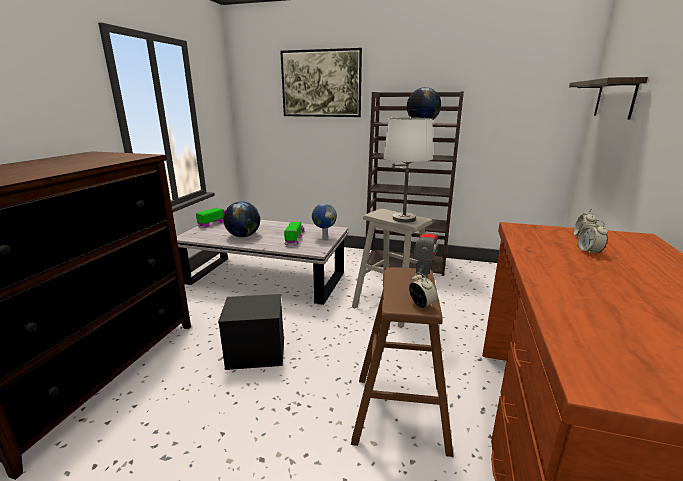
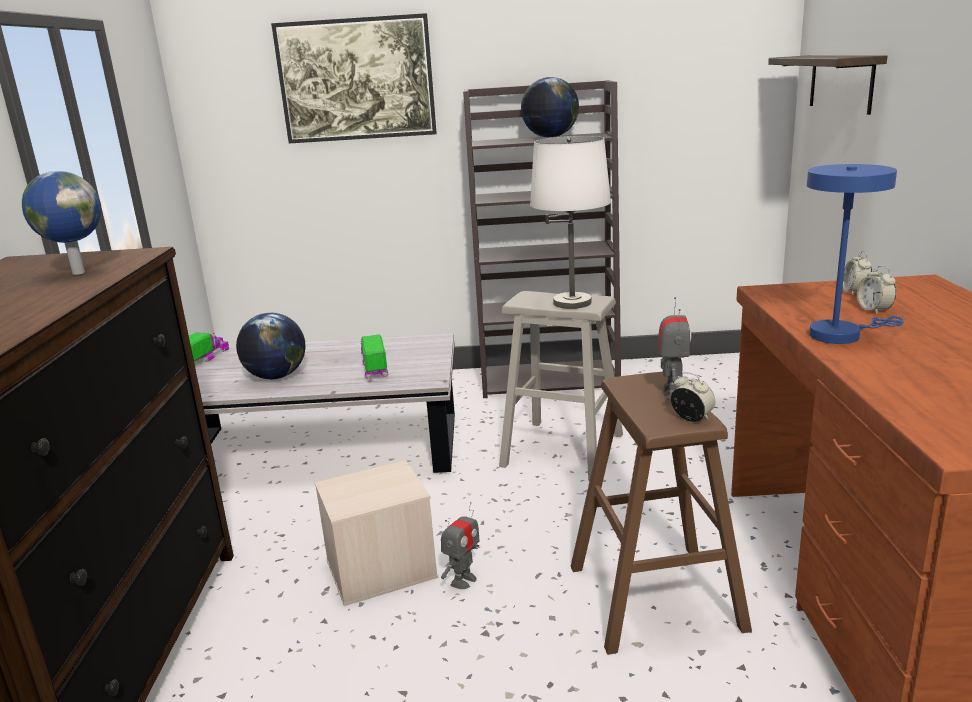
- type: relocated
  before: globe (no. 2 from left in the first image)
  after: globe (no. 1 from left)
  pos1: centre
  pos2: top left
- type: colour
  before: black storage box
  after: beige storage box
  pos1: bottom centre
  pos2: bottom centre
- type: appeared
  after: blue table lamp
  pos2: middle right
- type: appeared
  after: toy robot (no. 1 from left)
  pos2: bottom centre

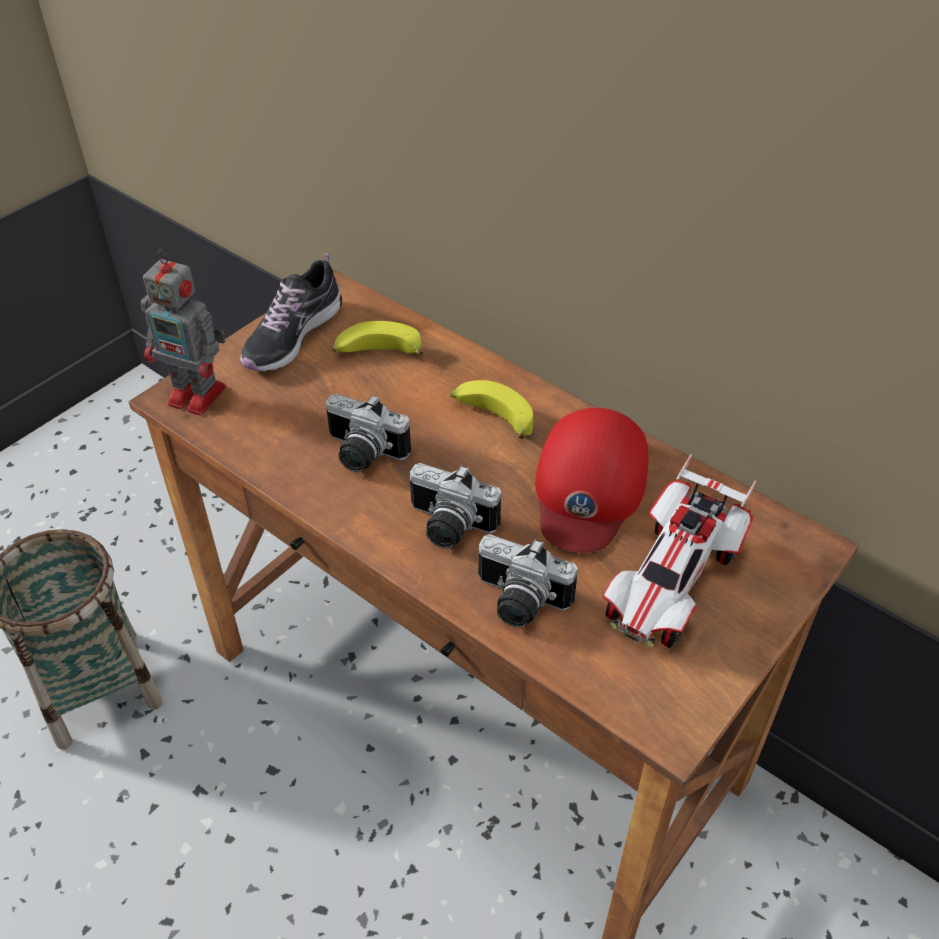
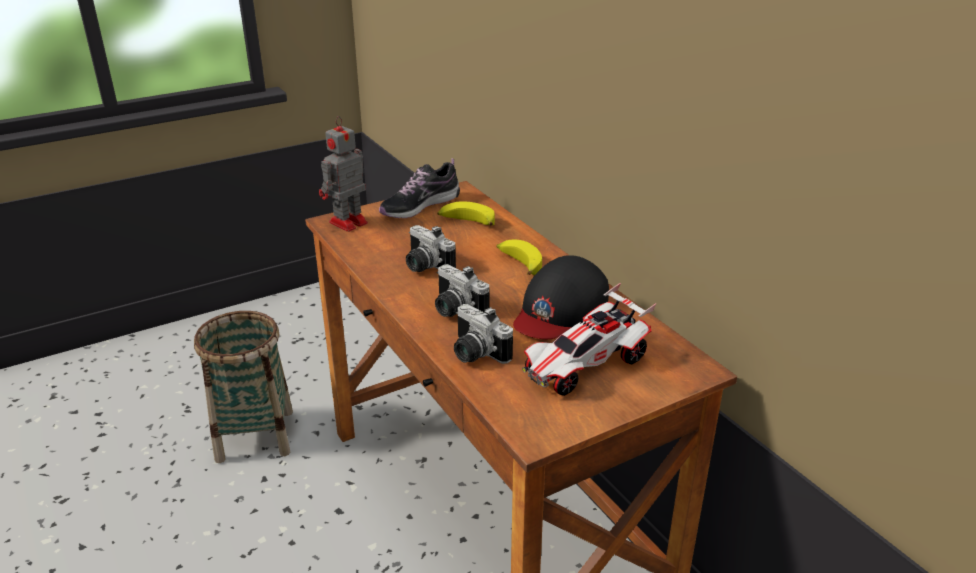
- type: spun
  before: toy robot
  pos1: middle left
  pos2: top centre
  turn: 90
- type: colour
  before: red cap
  after: black cap
  pos1: centre
  pos2: centre

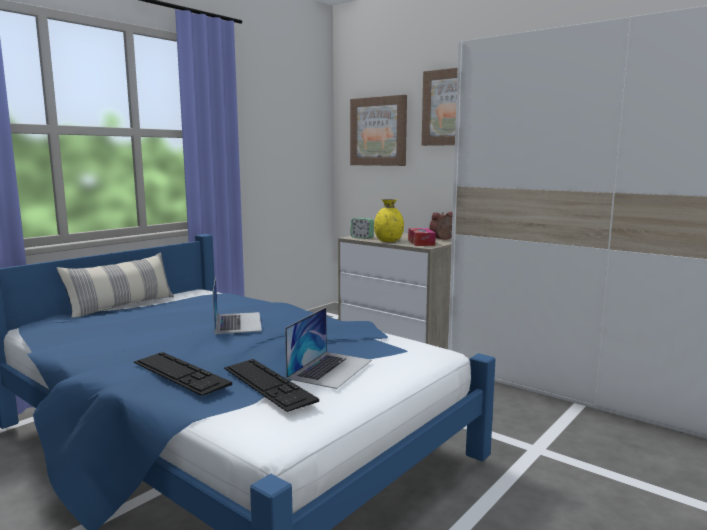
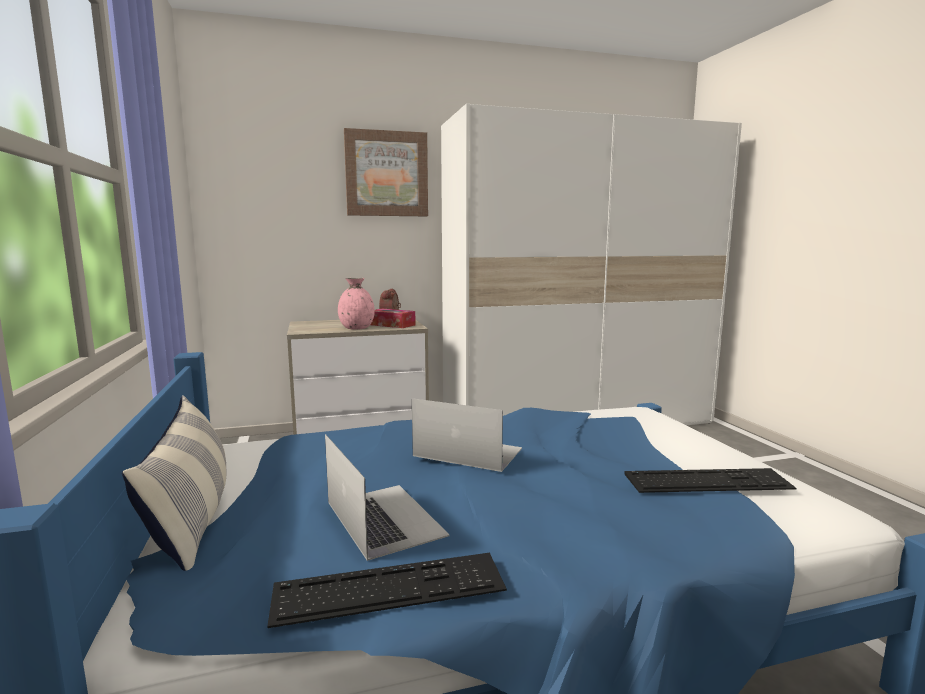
- type: missing
  before: picture (no. 1 from left)
  pos1: top centre
- type: colour
  before: yellow vase
  after: pink vase
  pos1: centre
  pos2: centre
- type: missing
  before: alarm clock (no. 1 from left)
  pos1: centre
- type: relocated
  before: laptop (no. 2 from left in the first image)
  after: laptop (no. 1 from left)
  pos1: centre
  pos2: bottom centre
- type: relocated
  before: keyboard (no. 1 from left)
  pos1: bottom left
  pos2: bottom centre

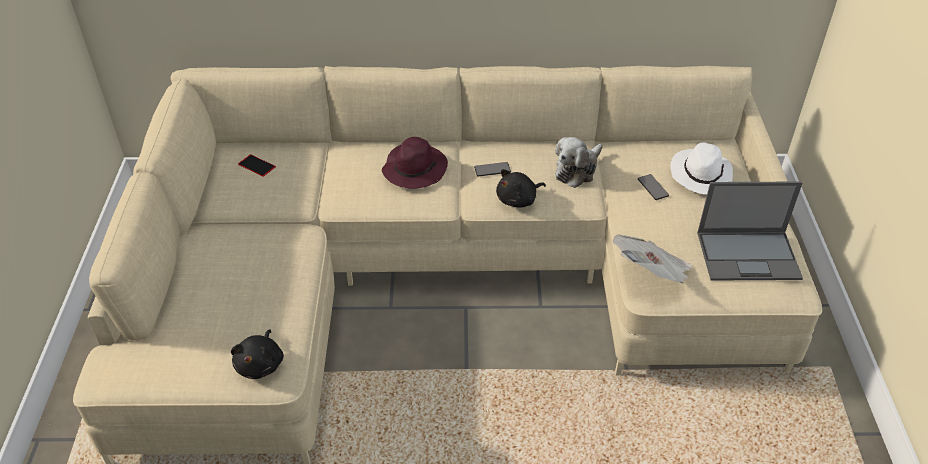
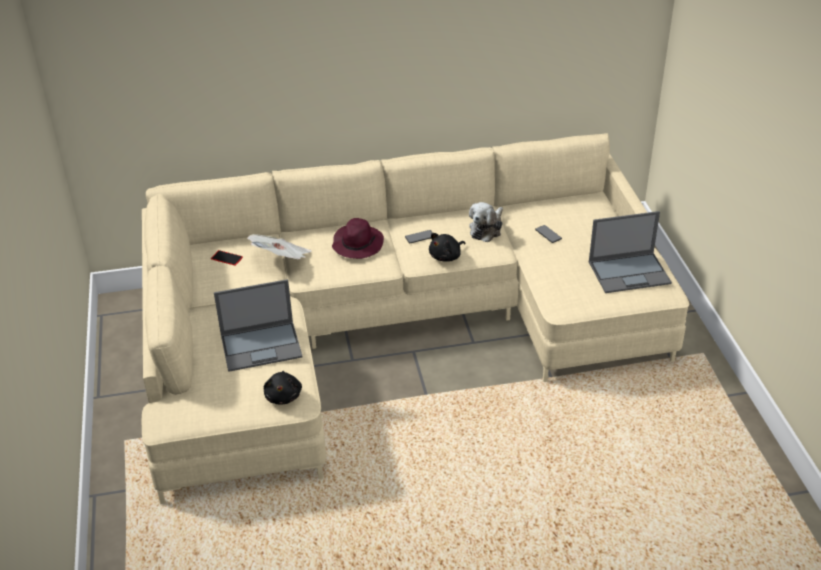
- type: missing
  before: white hat
  pos1: middle right
- type: relocated
  before: newspaper
  pos1: middle right
  pos2: centre
- type: appeared
  after: laptop (no. 1 from left)
  pos2: middle left

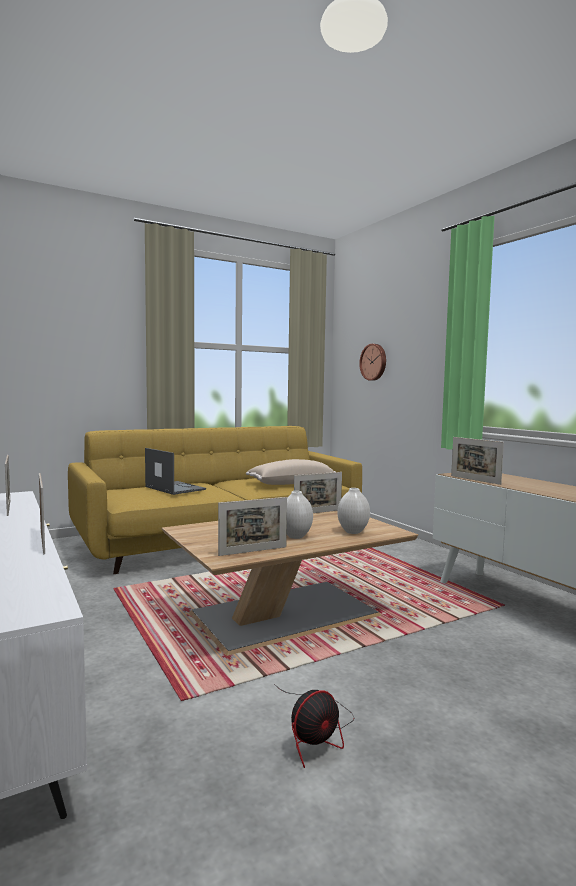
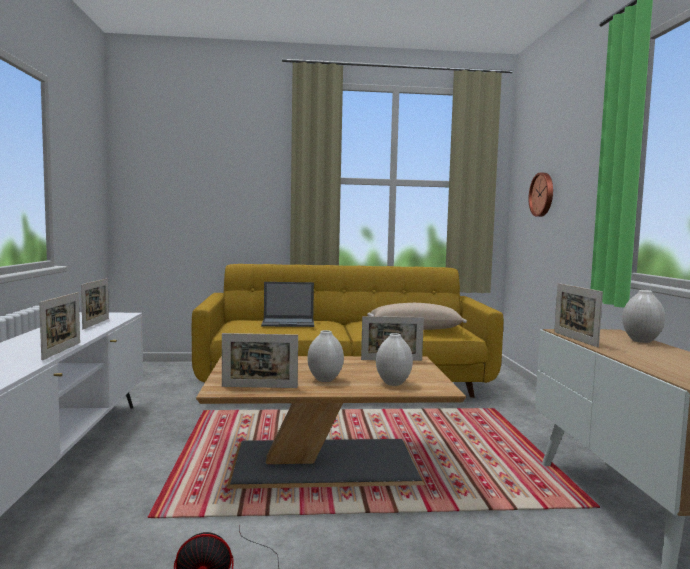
- type: spun
  before: laptop
  pos1: middle left
  pos2: centre
  turn: 105
- type: appeared
  after: white vase (no. 3 from left)
  pos2: middle right

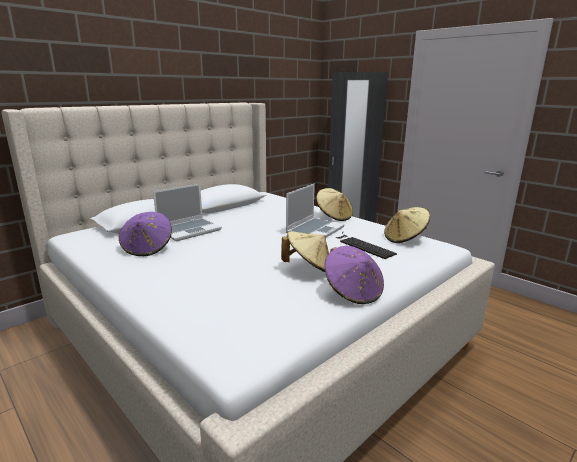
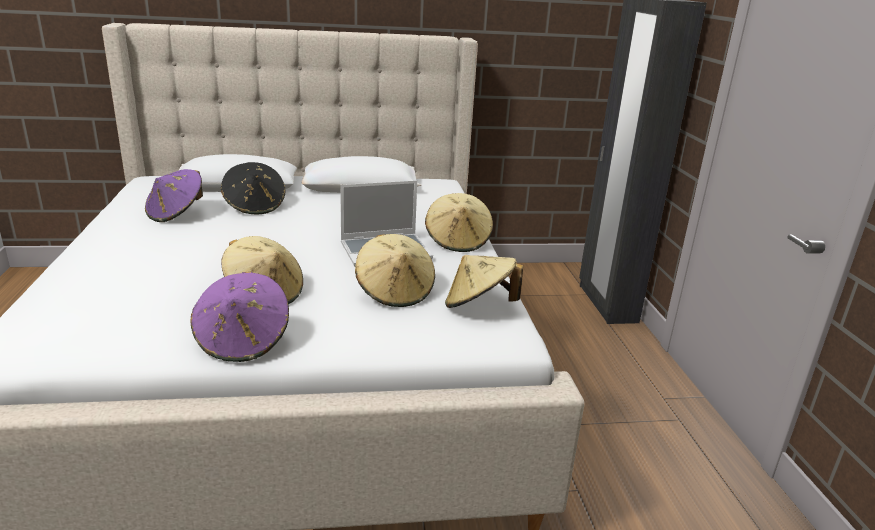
- type: exchanged
  before: laptop (no. 1 from left)
  after: black hat
  pos1: middle left
  pos2: middle left
- type: exchanged
  before: keyboard
  after: beige hat (no. 2 from left)
  pos1: centre
  pos2: centre

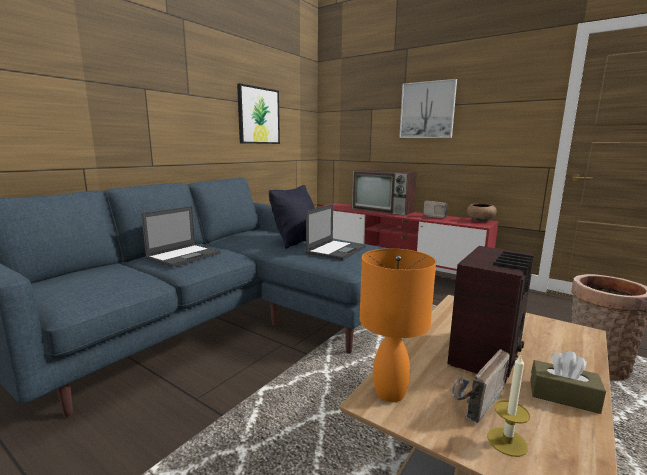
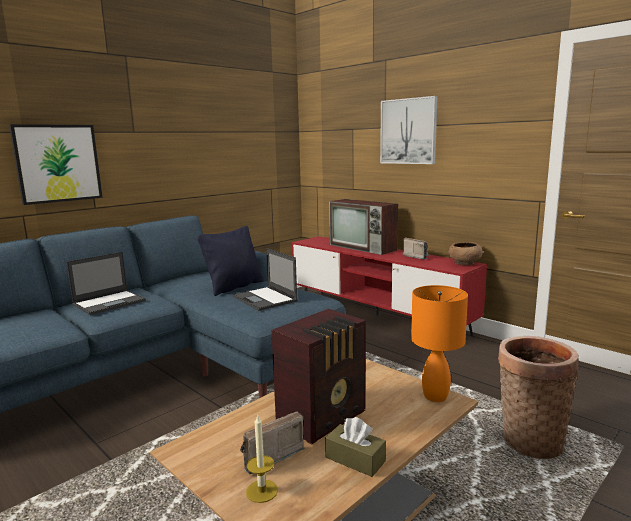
- type: relocated
  before: picture (no. 1 from left)
  pos1: top centre
  pos2: top left
- type: spun
  before: laptop (no. 2 from left)
  pos1: centre
  pos2: centre
  turn: 105
- type: relocated
  before: orange table lamp
  pos1: bottom centre
  pos2: middle right

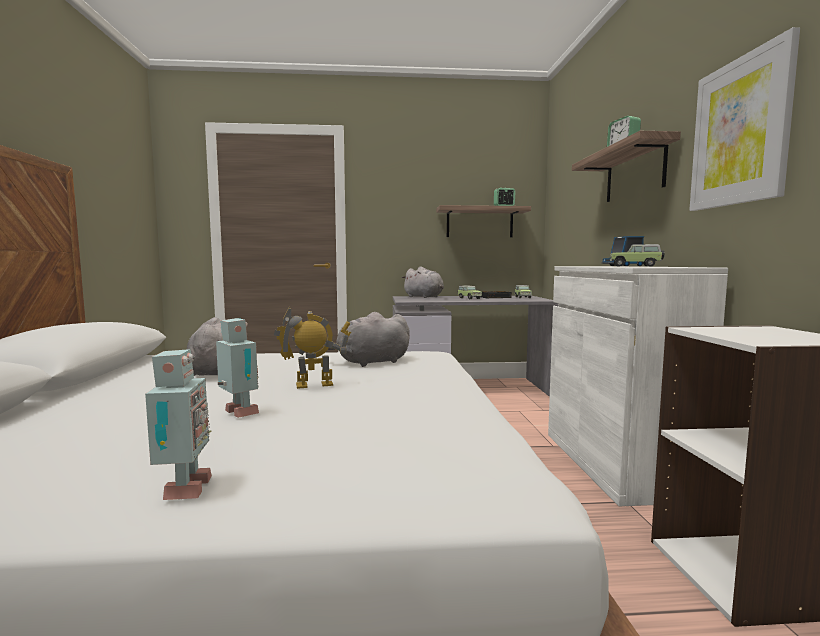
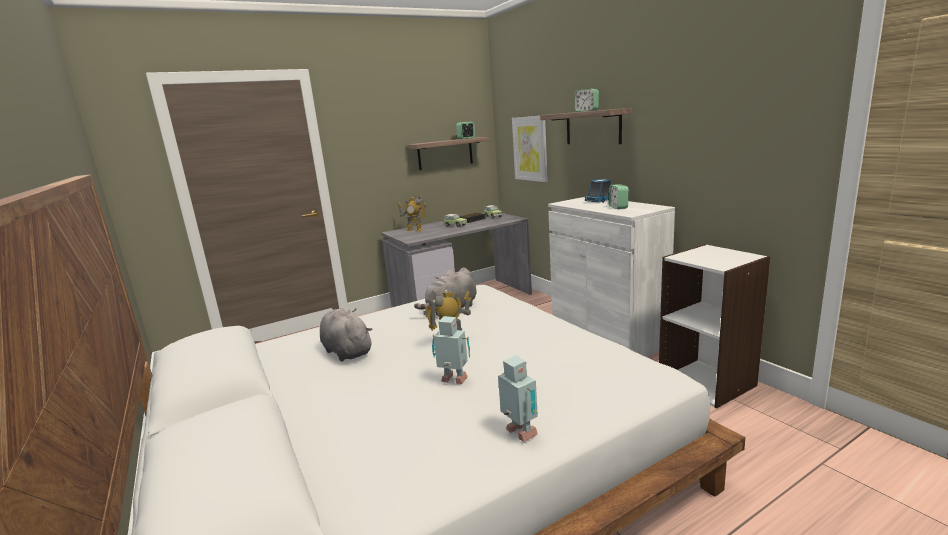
- type: relocated
  before: picture
  pos1: top right
  pos2: top centre
- type: exchanged
  before: toy car (no. 3 from left)
  after: alarm clock (no. 4 from left)
  pos1: middle right
  pos2: centre
- type: exchanged
  before: grey plush toy (no. 3 from left)
  after: toy robot (no. 1 from left)
  pos1: centre
  pos2: centre

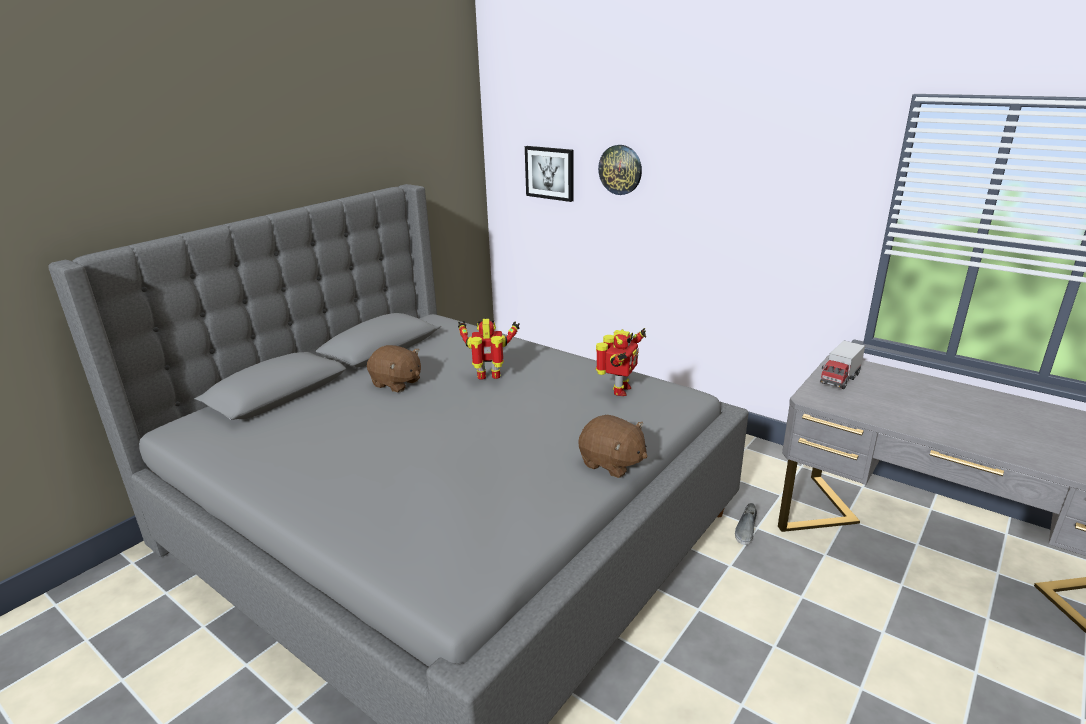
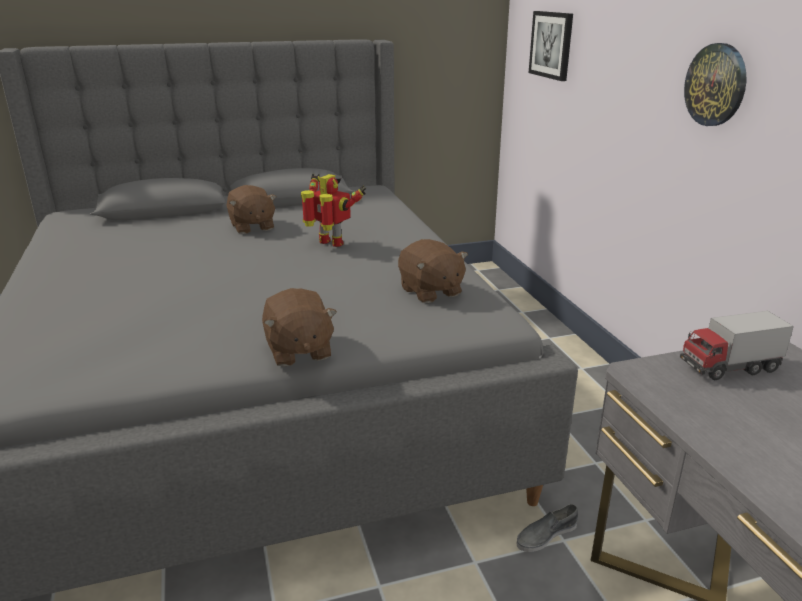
- type: relocated
  before: wall clock
  pos1: top centre
  pos2: top right
- type: exchanged
  before: toy robot (no. 2 from left)
  after: brown plush toy (no. 3 from left)
  pos1: centre
  pos2: centre

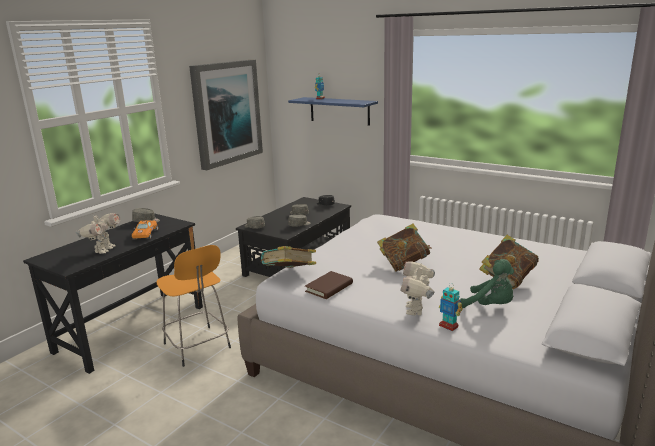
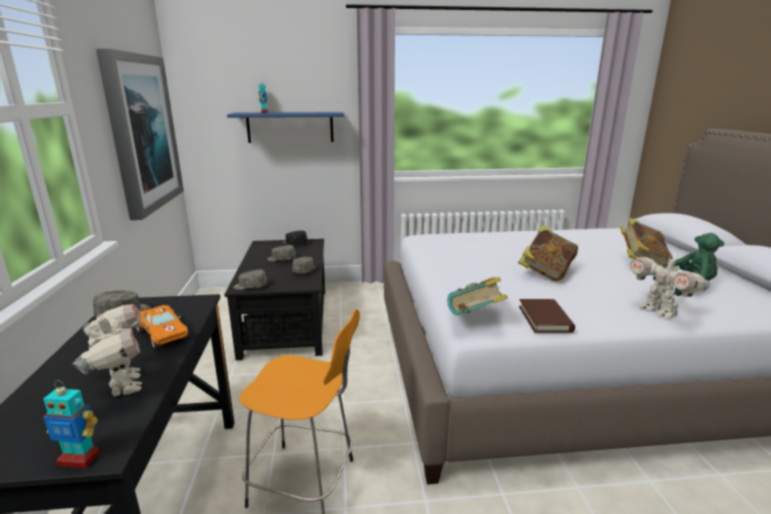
- type: relocated
  before: toy robot (no. 4 from left in the first image)
  after: toy robot (no. 1 from left)
  pos1: bottom right
  pos2: bottom left

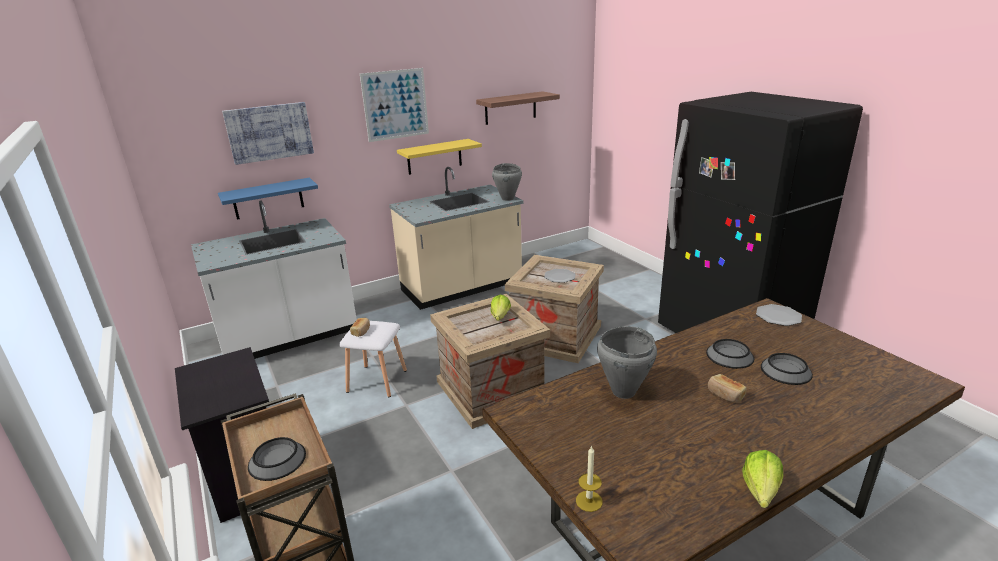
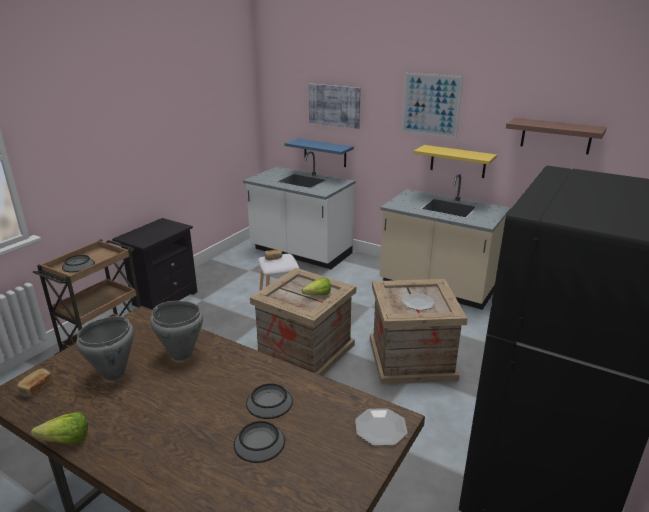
- type: relocated
  before: grey cooking pot (no. 1 from left)
  pos1: top centre
  pos2: bottom left
- type: relocated
  before: bread (no. 2 from left in the first image)
  after: bread (no. 1 from left)
  pos1: bottom right
  pos2: bottom left
- type: missing
  before: candle
  pos1: bottom centre

